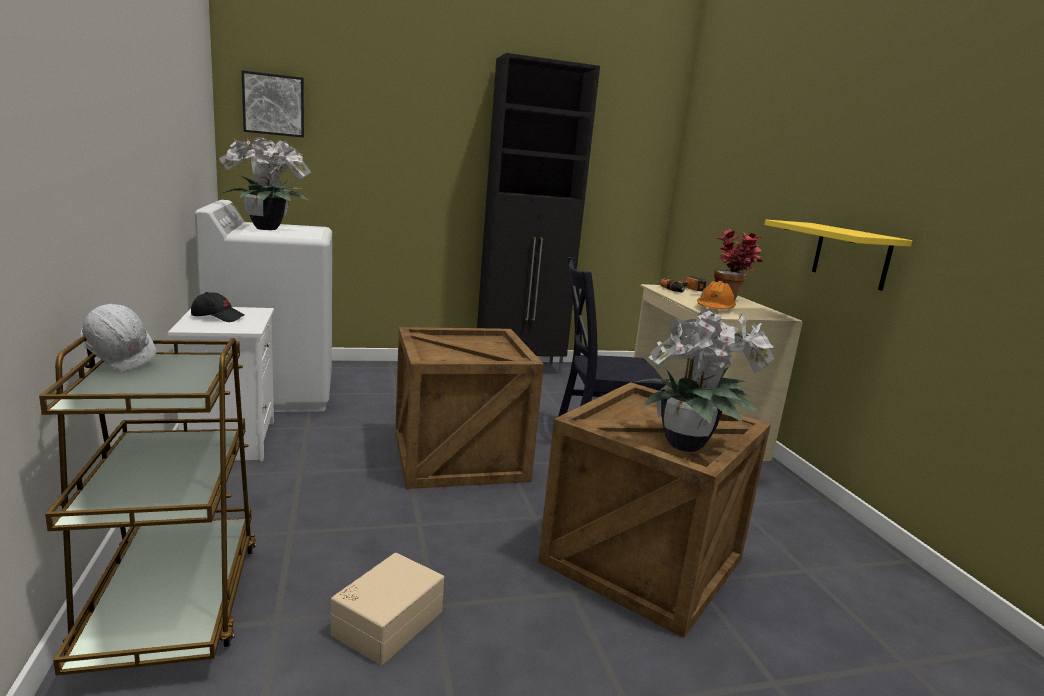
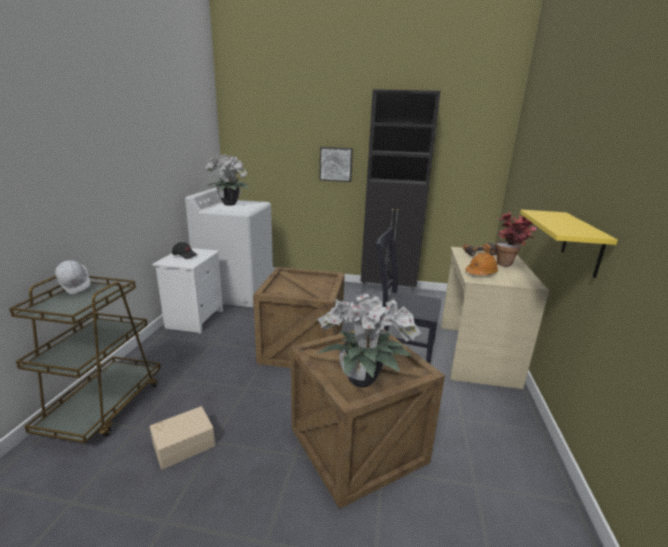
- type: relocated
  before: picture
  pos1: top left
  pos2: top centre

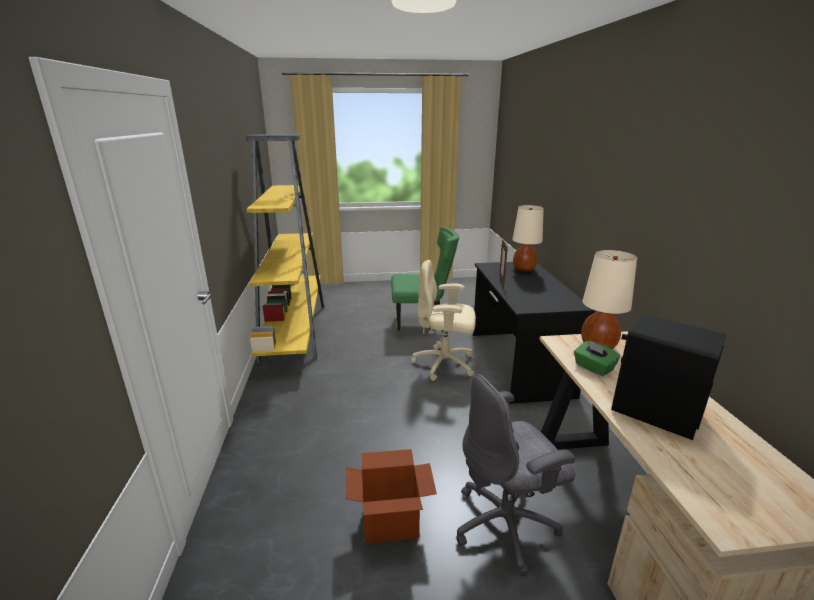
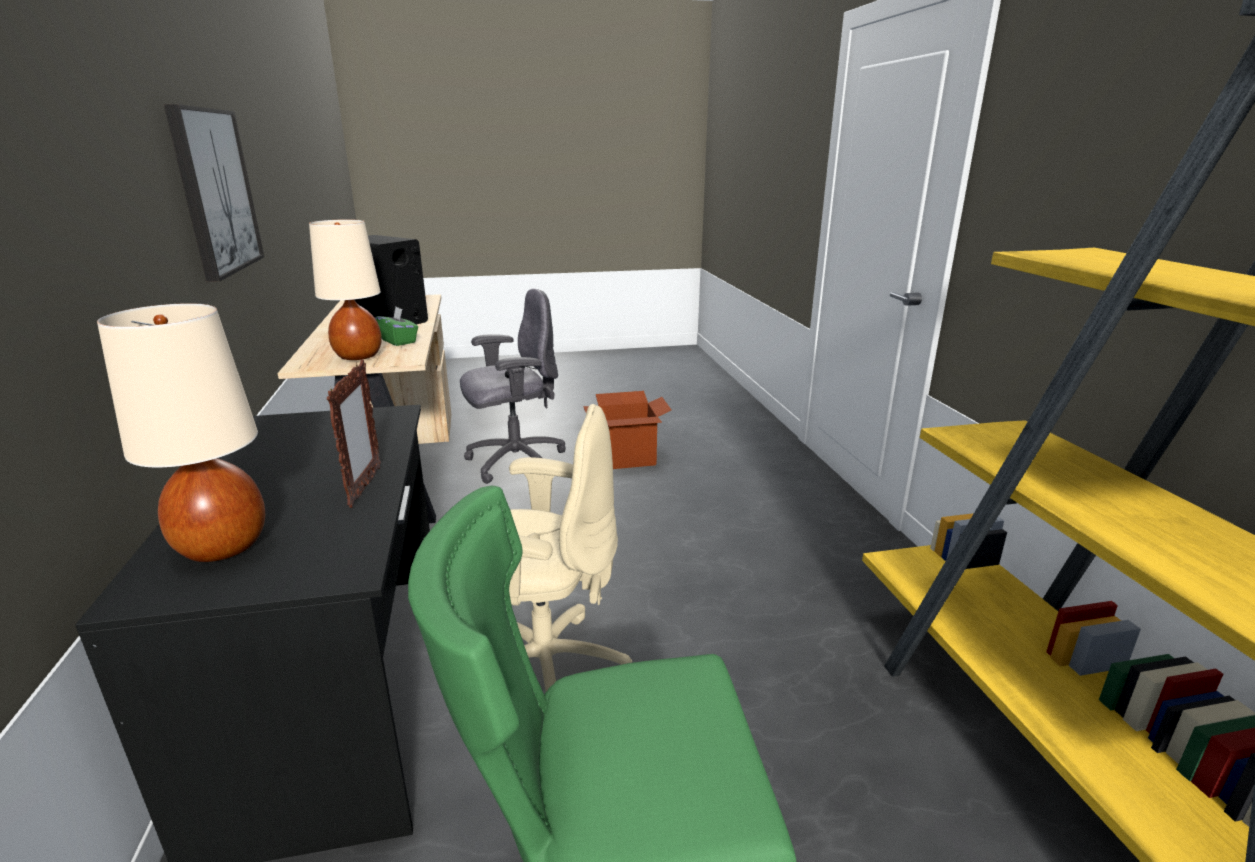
- type: appeared
  after: picture
  pos2: top left

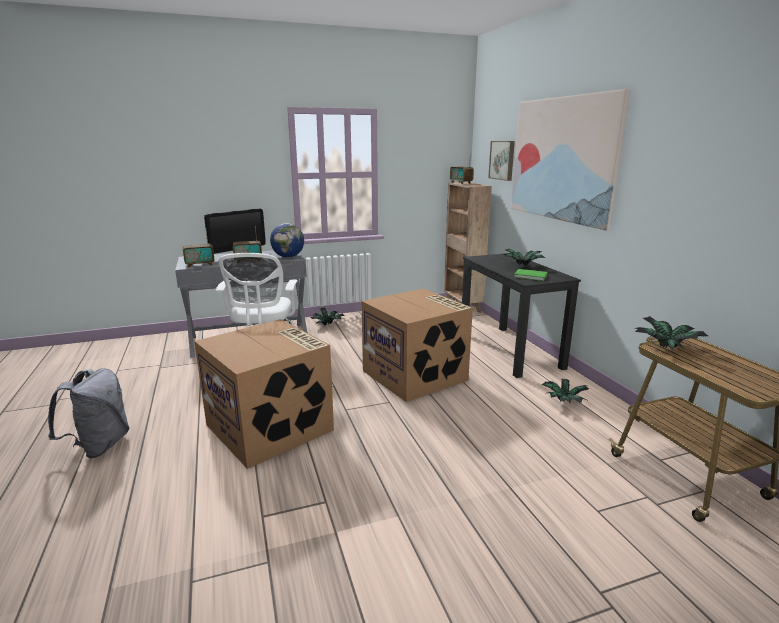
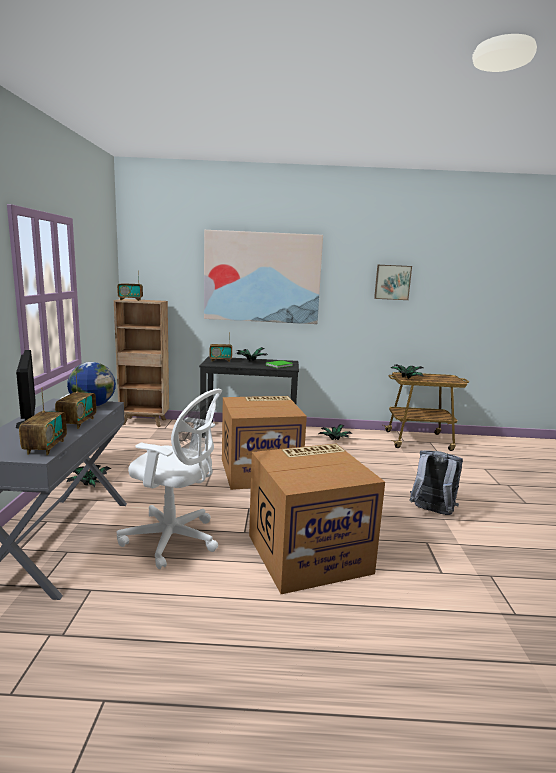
- type: relocated
  before: picture (no. 1 from left in the first image)
  after: picture (no. 2 from left)
  pos1: top centre
  pos2: middle right
- type: relocated
  before: grey backpack
  pos1: middle left
  pos2: middle right
- type: appeared
  after: radio (no. 4 from left)
  pos2: centre

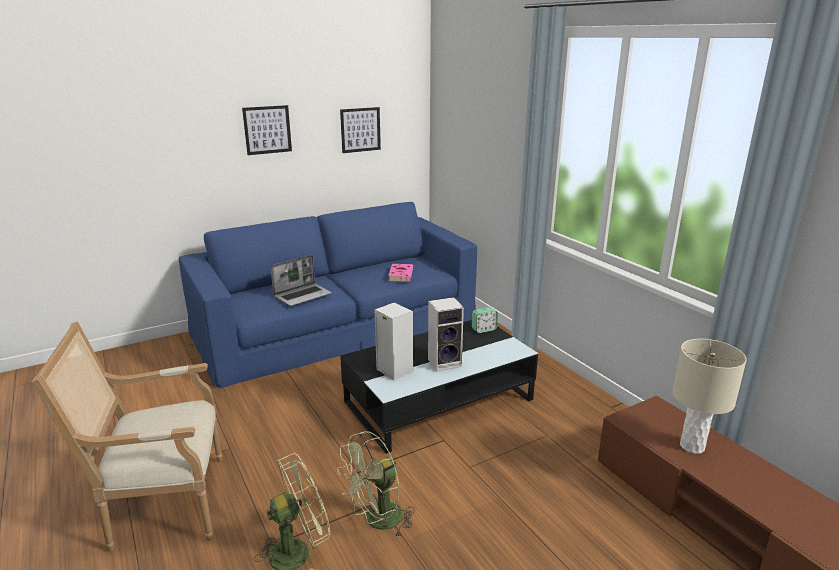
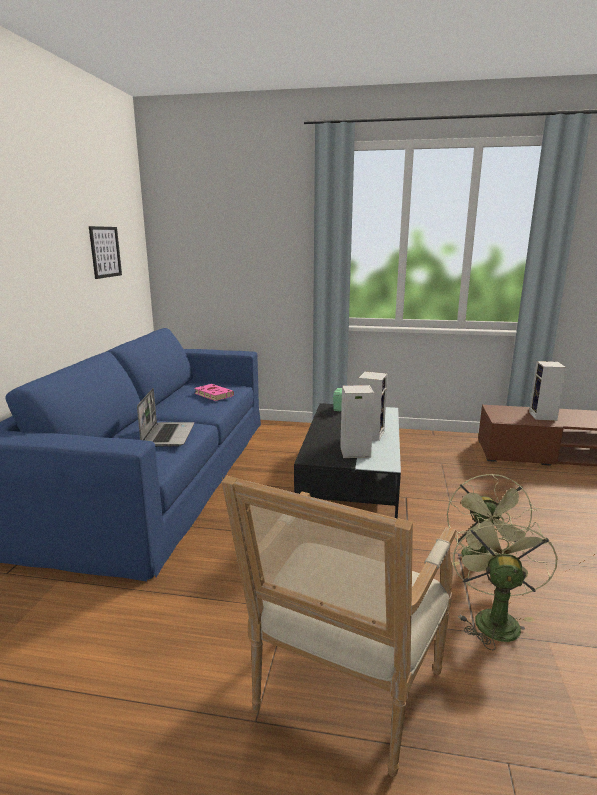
- type: missing
  before: picture (no. 1 from left)
  pos1: top left
- type: exchanged
  before: beige table lamp
  after: speaker (no. 3 from left)
  pos1: bottom right
  pos2: middle right

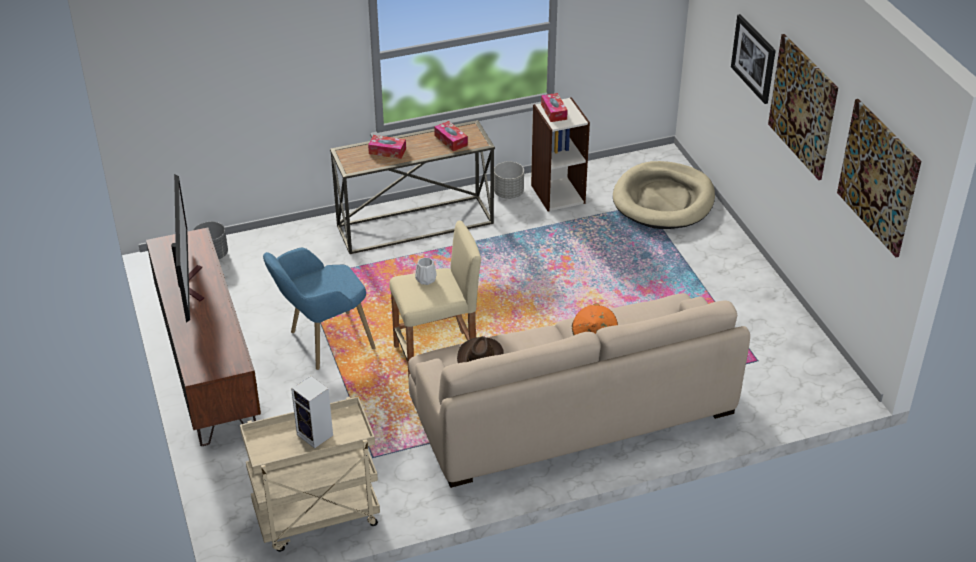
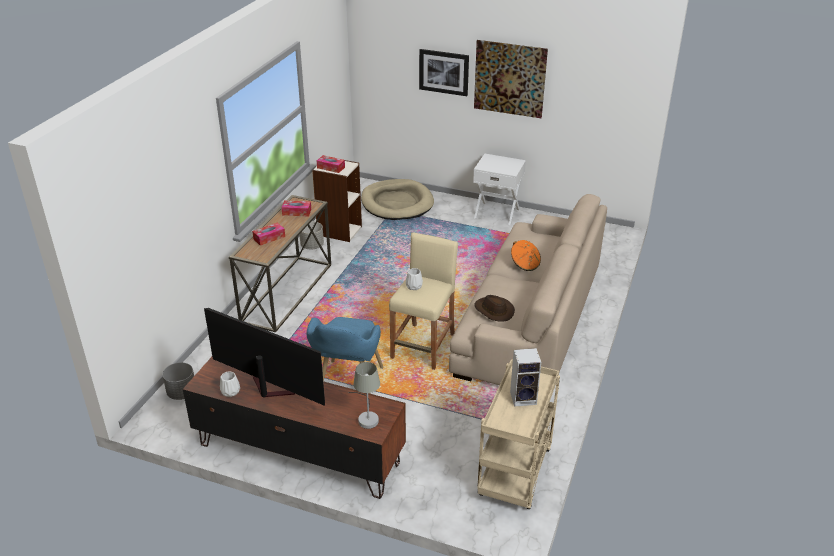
- type: missing
  before: picture (no. 3 from left)
  pos1: top right
- type: appeared
  after: white nightstand
  pos2: centre
- type: appeared
  after: grey table lamp
  pos2: bottom centre
- type: appeared
  after: white vase (no. 1 from left)
  pos2: bottom left

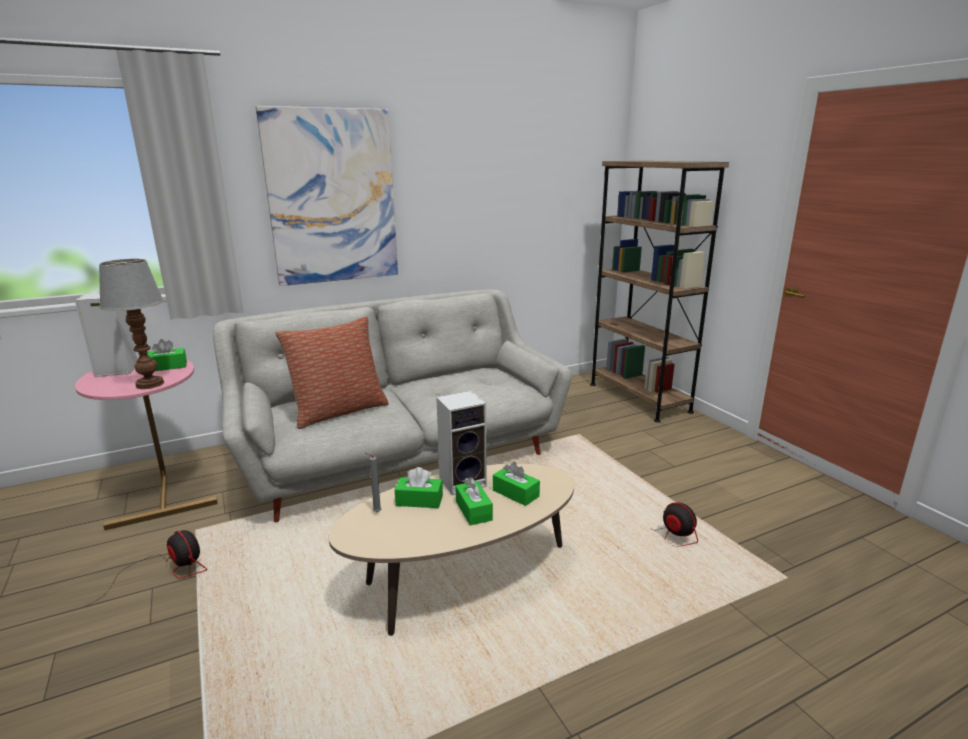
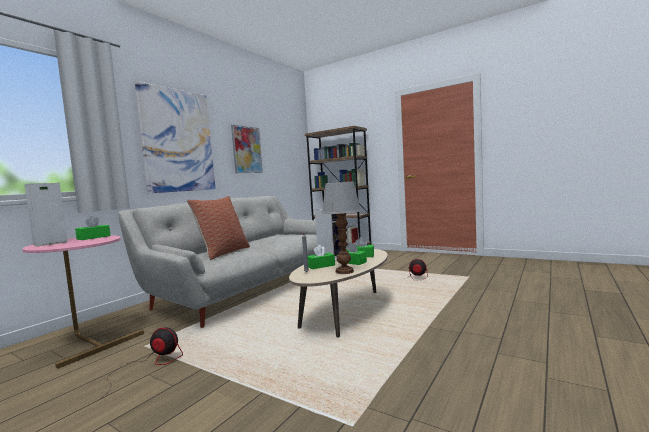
- type: relocated
  before: table lamp
  pos1: middle left
  pos2: centre
- type: appeared
  after: picture (no. 2 from left)
  pos2: centre

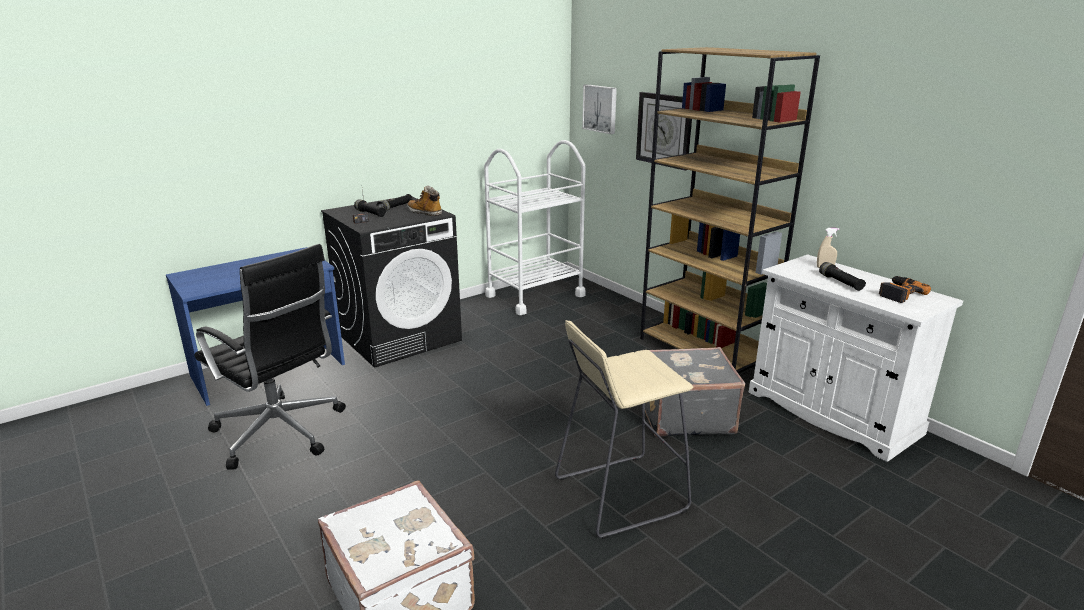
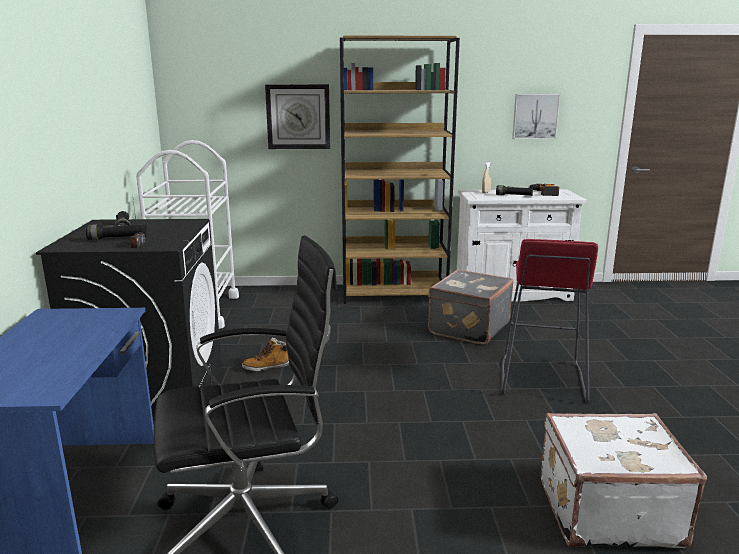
- type: relocated
  before: picture
  pos1: top centre
  pos2: top right
- type: relocated
  before: boot
  pos1: top centre
  pos2: centre
- type: colour
  before: beige stool
  after: red stool
  pos1: bottom centre
  pos2: middle right

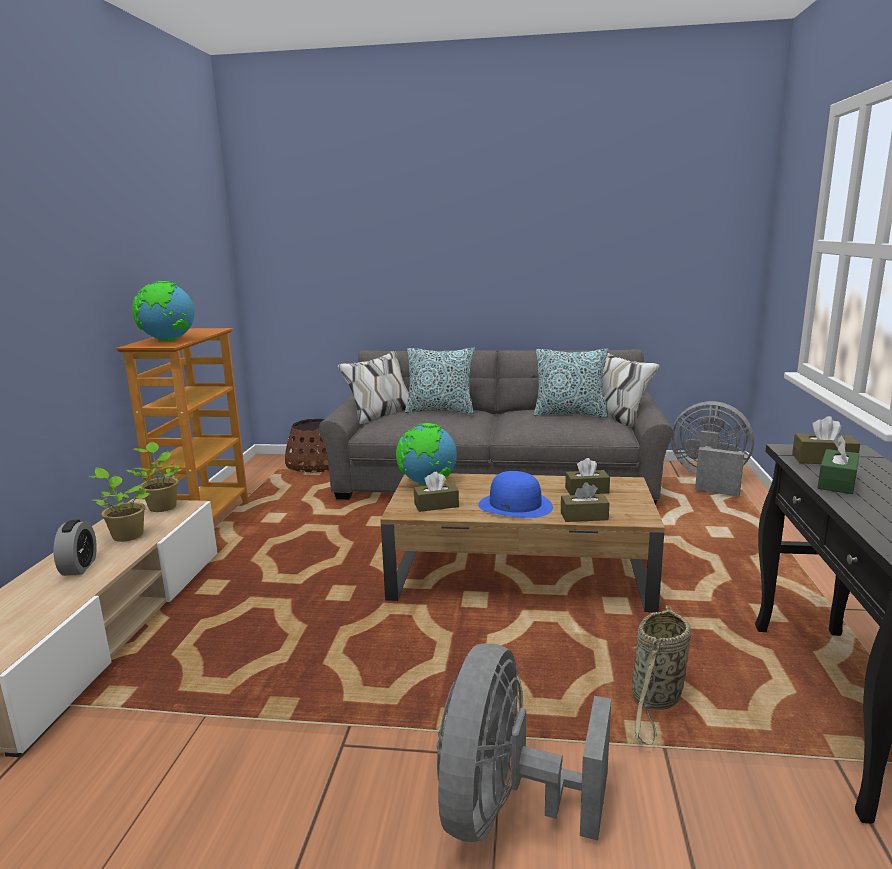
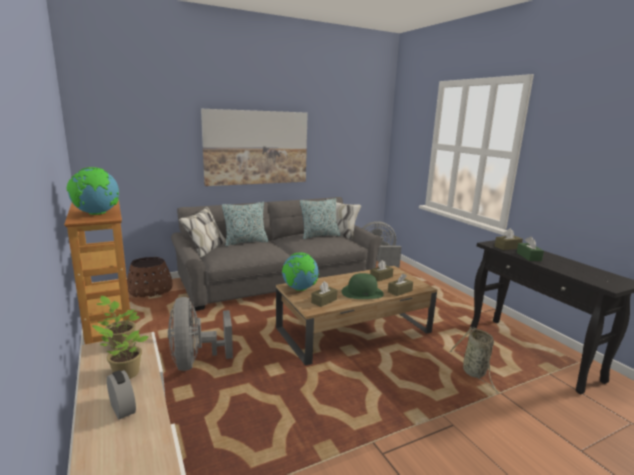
- type: colour
  before: blue hat
  after: green hat
  pos1: centre
  pos2: centre
- type: relocated
  before: grey fan (no. 1 from left)
  pos1: bottom centre
  pos2: bottom left
- type: appeared
  after: picture
  pos2: top centre

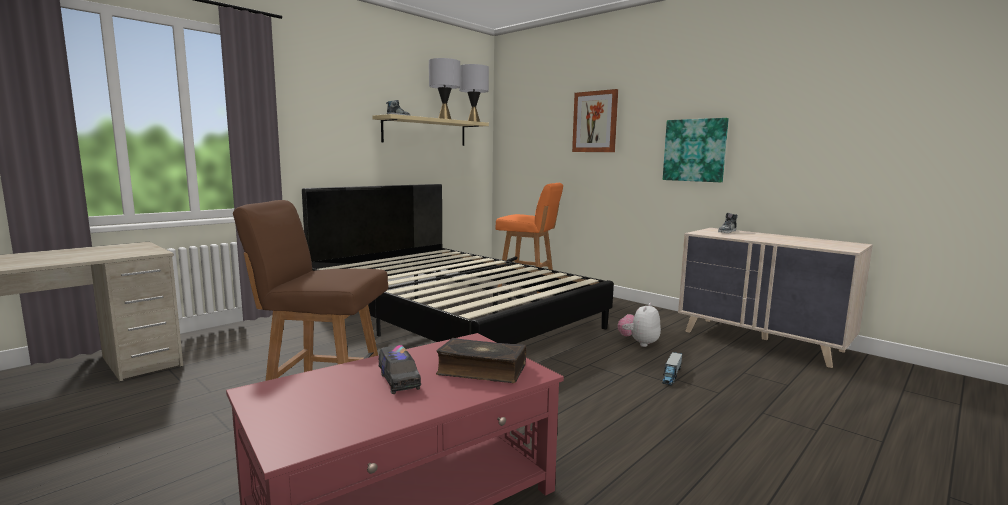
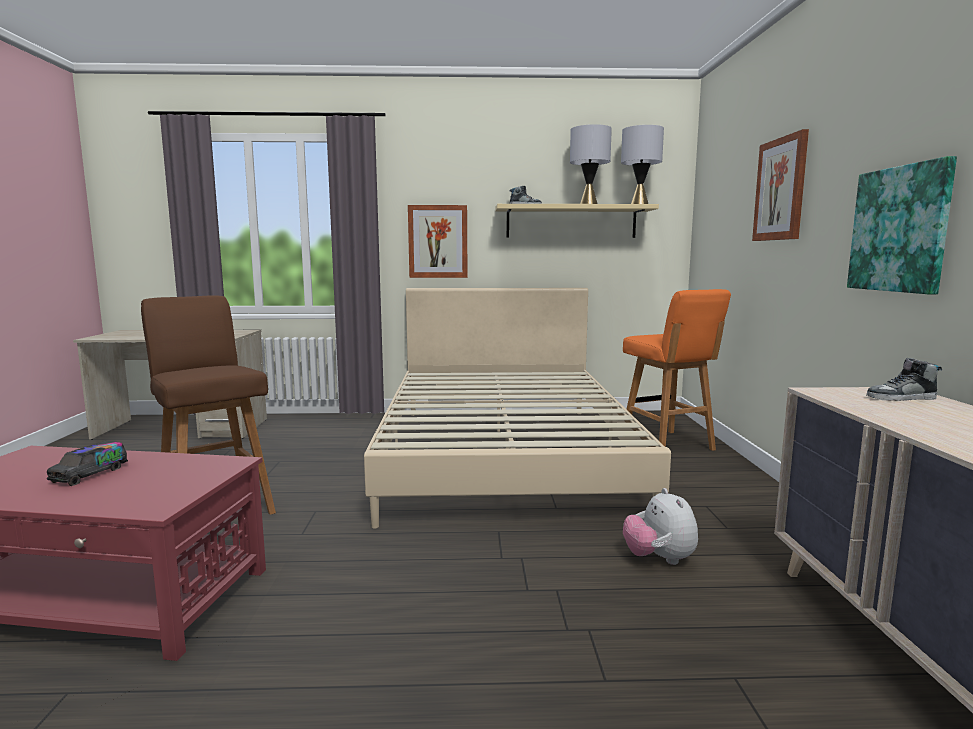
- type: colour
  before: black bed
  after: beige bed
  pos1: centre
  pos2: centre
- type: spun
  before: plush toy
  pos1: centre
  pos2: bottom right
  turn: -90
- type: missing
  before: book
  pos1: bottom centre
- type: missing
  before: toy truck (no. 2 from left)
  pos1: bottom right
- type: appeared
  after: picture (no. 1 from left)
  pos2: top centre

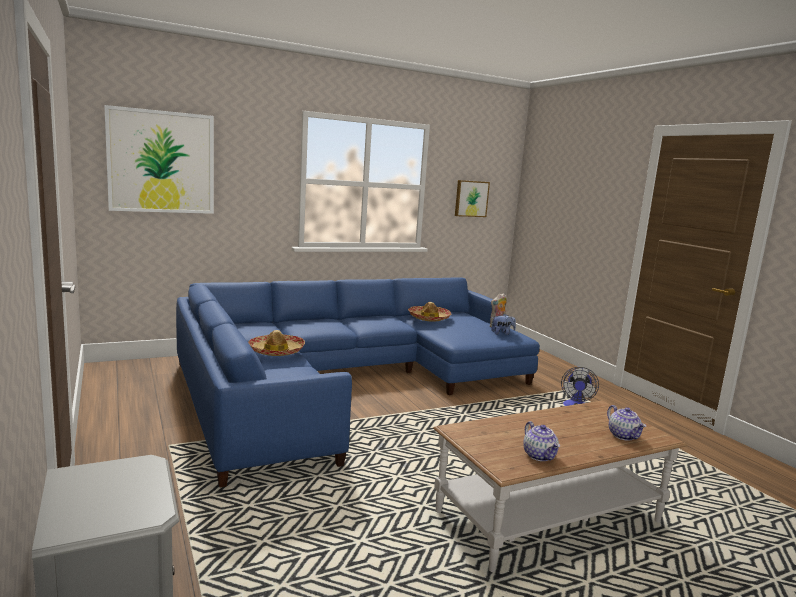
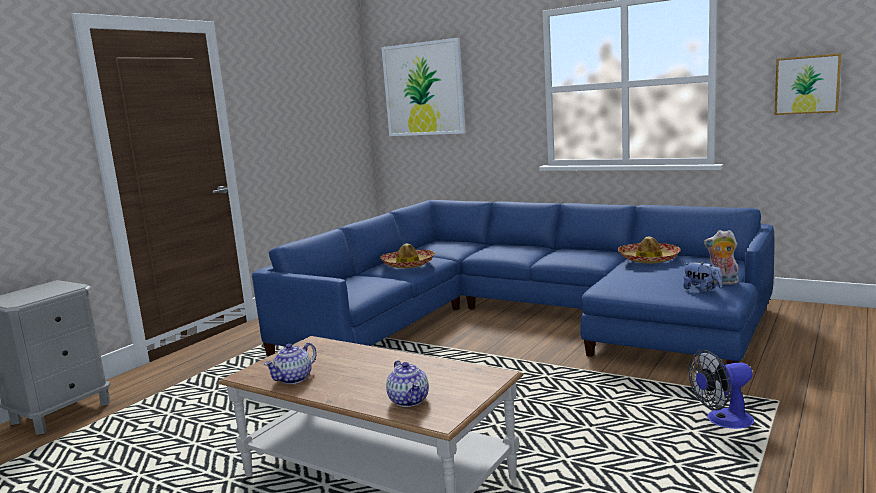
- type: spun
  before: teapot (no. 2 from left)
  pos1: bottom right
  pos2: bottom centre
  turn: -60

